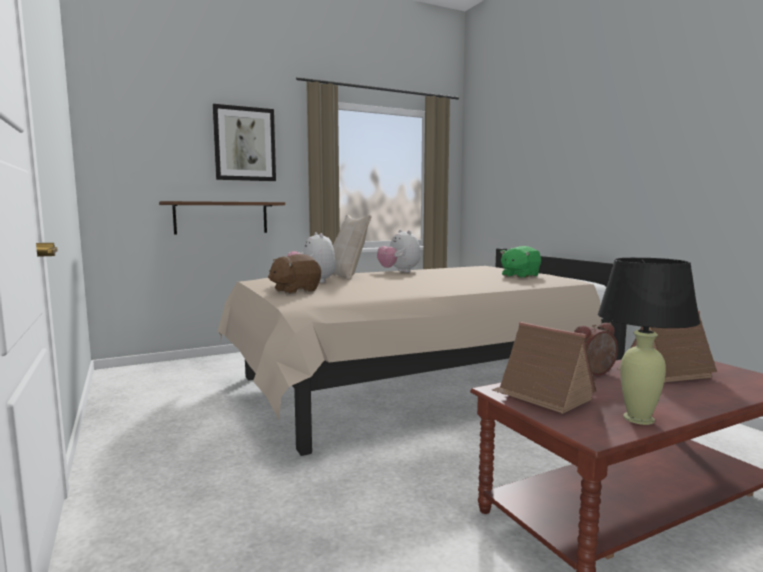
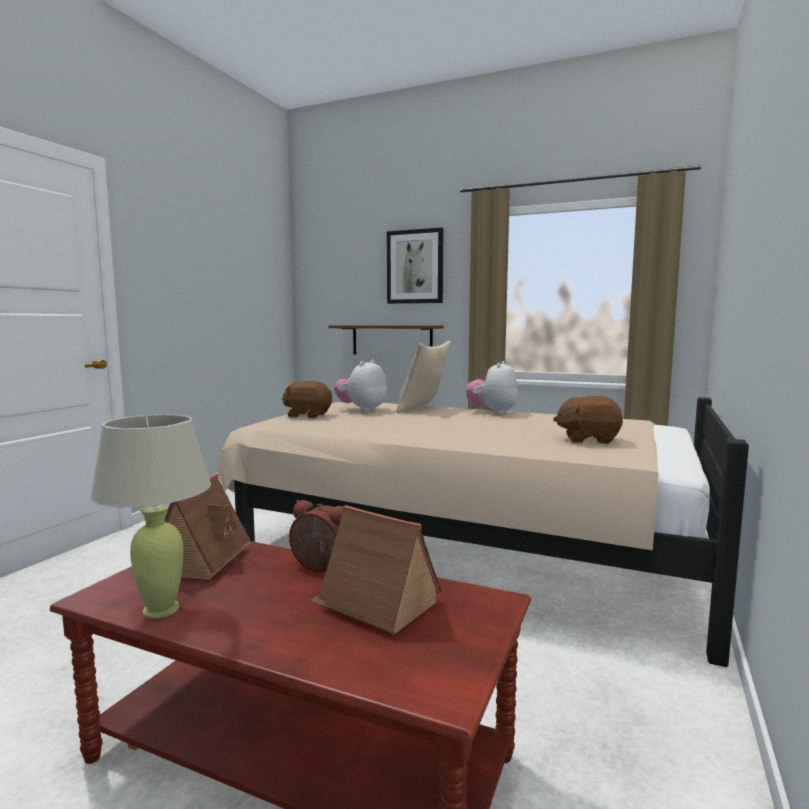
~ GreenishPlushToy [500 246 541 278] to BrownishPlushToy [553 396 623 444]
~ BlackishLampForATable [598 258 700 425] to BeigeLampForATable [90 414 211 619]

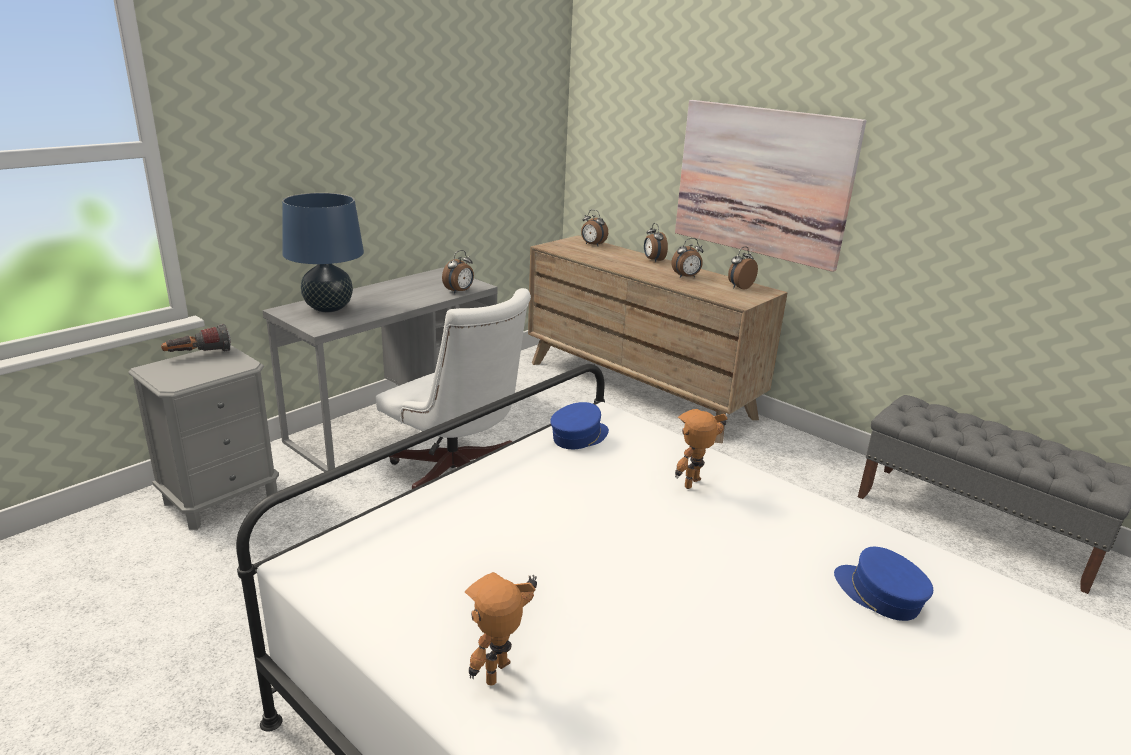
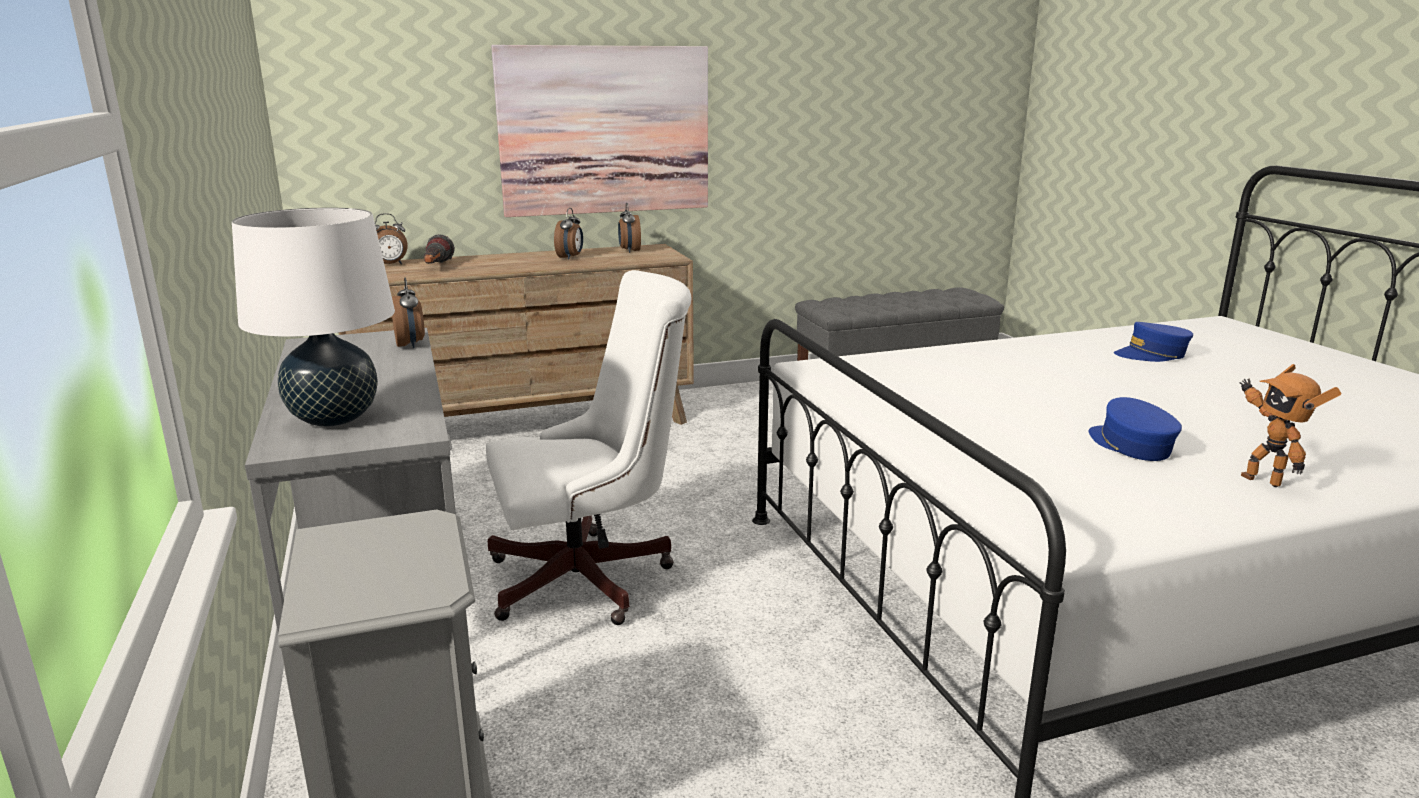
~ Torch [161 324 231 352] to [424 234 455 264]
~ BlueColouredLampForATable [282 193 364 312] to WhitishLampForATable [232 208 395 427]
~ BlueColouredPeakedCap [550 402 609 449] to [1089 397 1182 461]
- AlarmClock [644 223 668 263]
- ModelRobot [675 409 728 489]

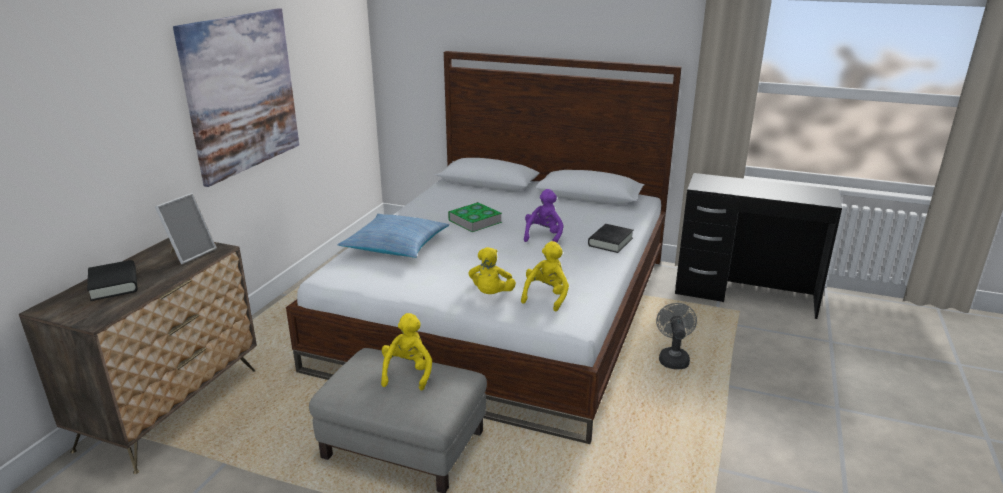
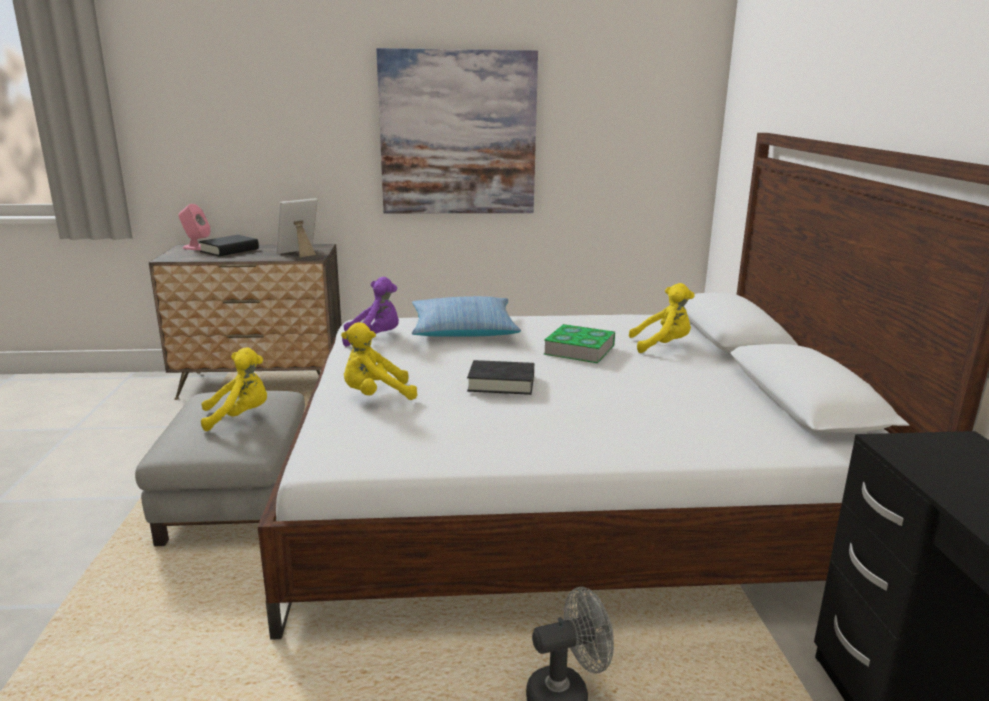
~ StandingFrame [155 193 217 264] = [276 198 317 257] 135 degrees clockwise
~ YellowColouredPlushToy [521 241 569 311] to [629 283 694 353]
~ PurplishPlushToy [524 189 563 243] to [342 277 399 347]
~ BlackishBoundBook [588 224 634 253] to [467 360 534 395]
+ PinkSpeaker [179 204 210 250]

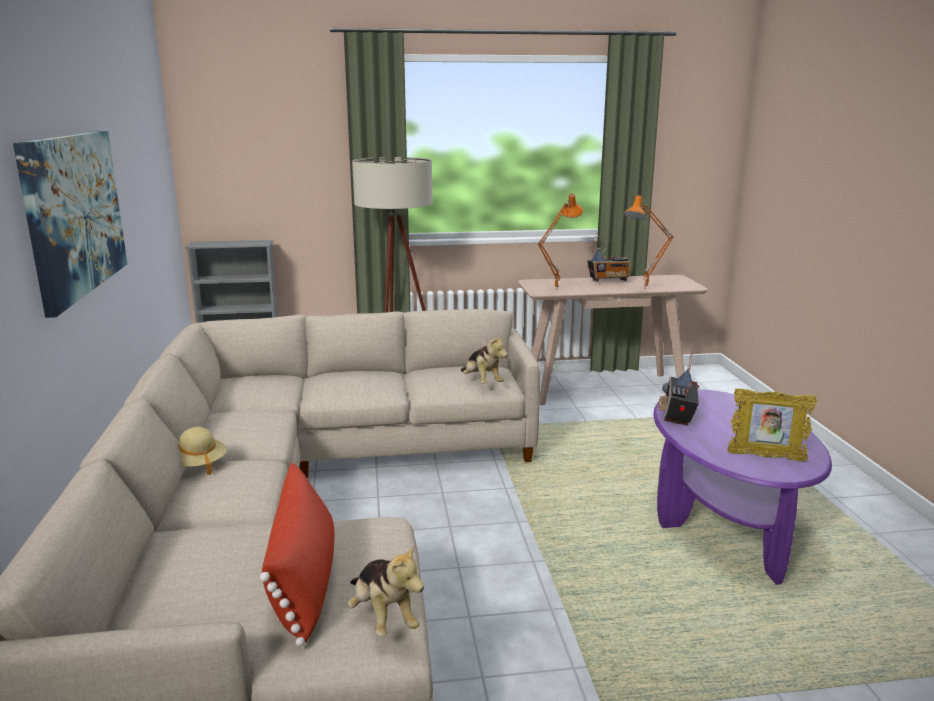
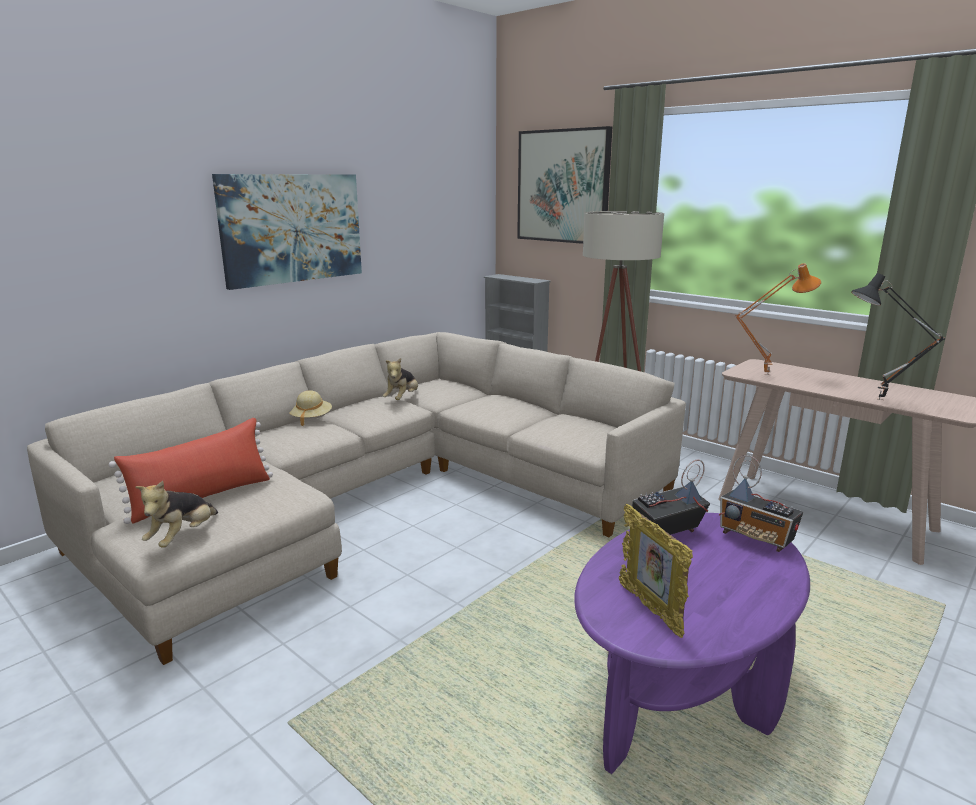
~ PlushToy [461 334 508 384] to [383 358 418 400]
~ Radio [587 236 631 282] to [719 455 803 552]
~ OrangeLampForATable [624 196 674 289] to BlackishLampForATable [851 273 945 400]
+ WallPicture [517 126 612 244]

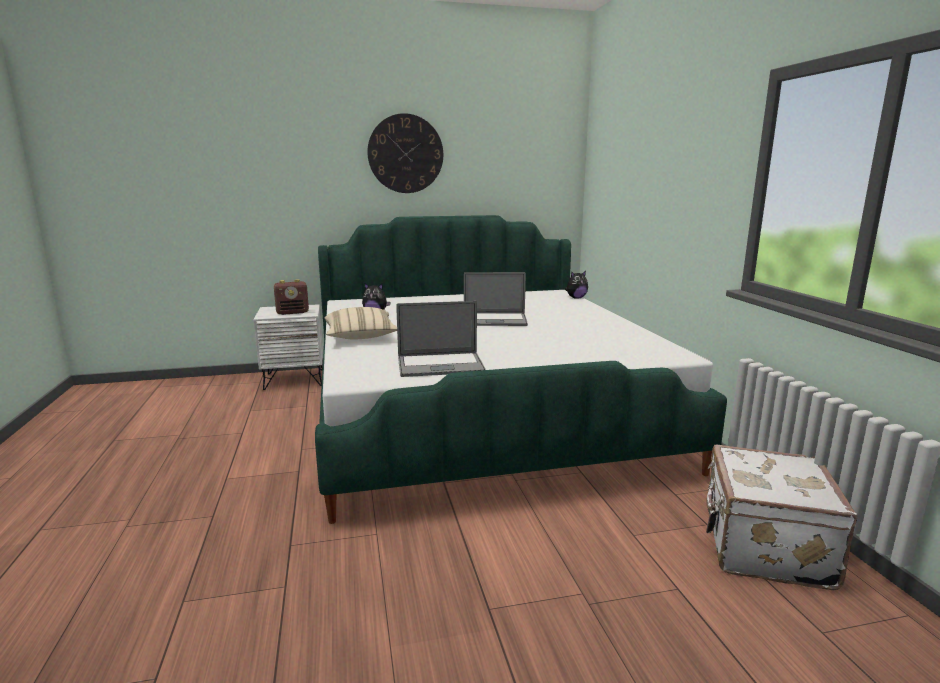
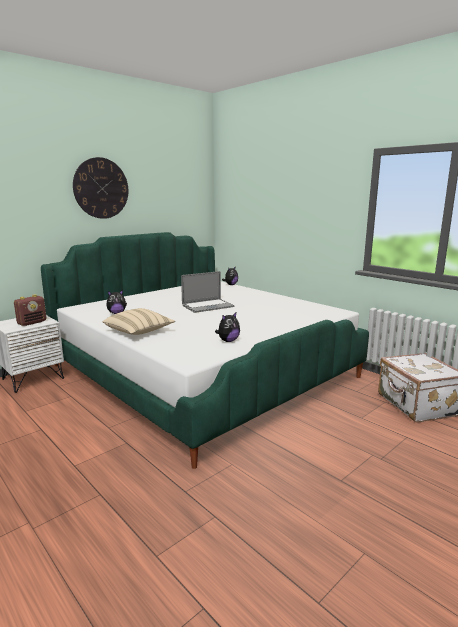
~ PortableComputer [396 301 486 377] to PlushToy [215 312 240 342]

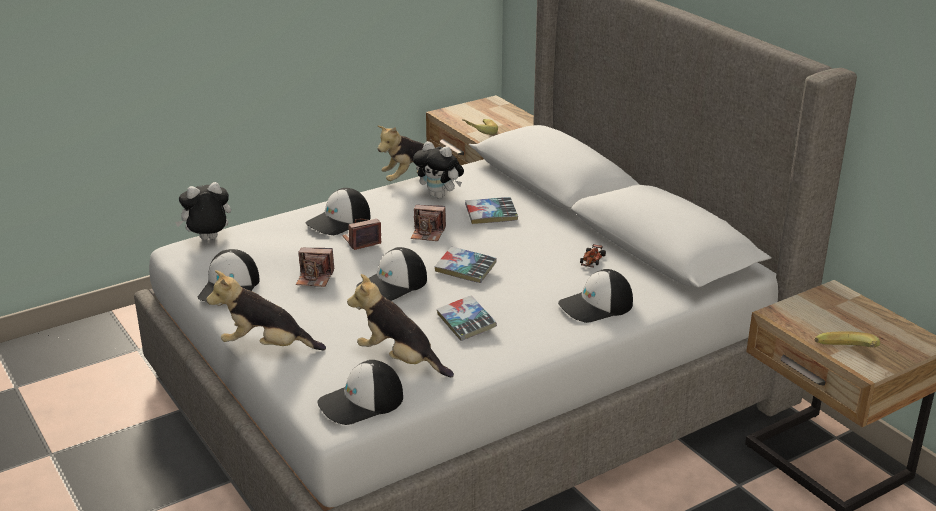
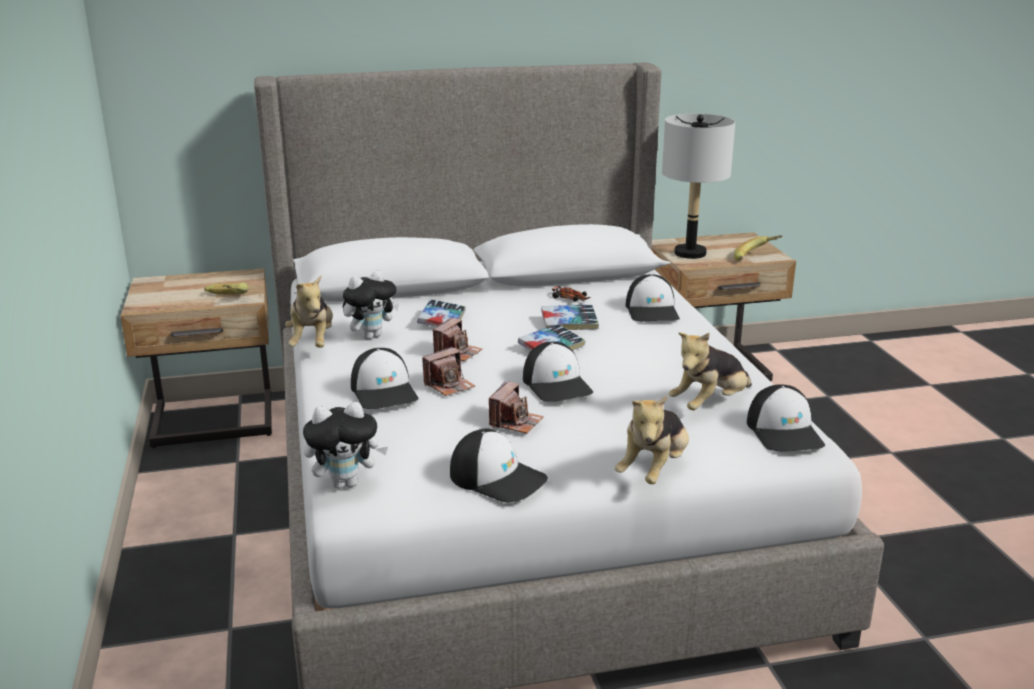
~ PlushToy [175 182 231 240] = [303 402 388 489] 105 degrees counterclockwise
~ StillCamera [342 219 381 250] = [422 347 475 396] 120 degrees counterclockwise
~ BoundBook [437 296 497 341] to [541 305 599 330]
+ GreyishLampForATable [662 114 735 259]

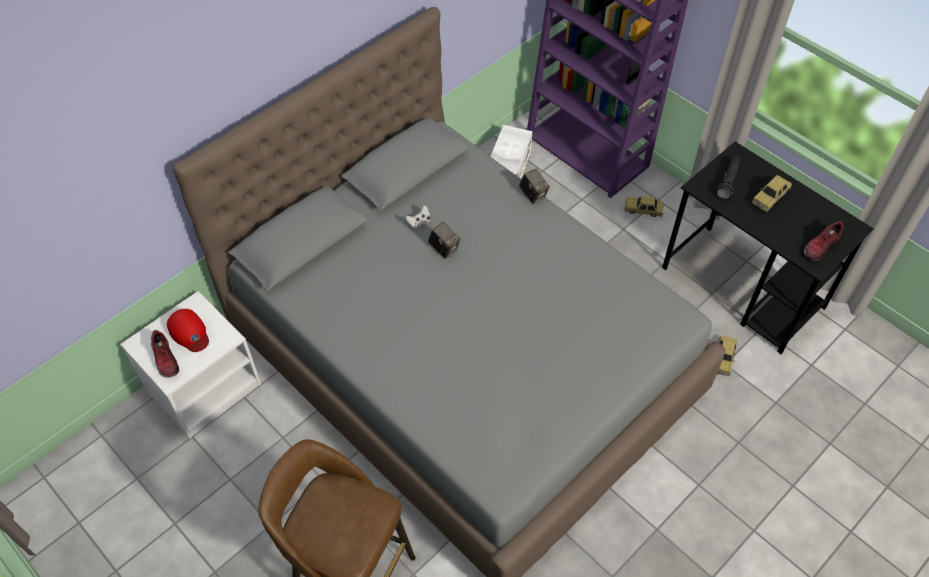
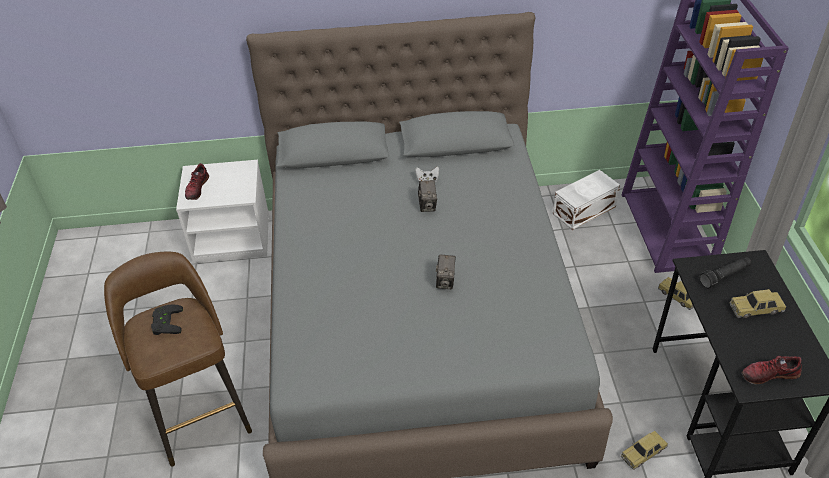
- RedPeakedCap [167 309 209 352]
~ StillCamera [519 169 550 204] to [436 255 456 289]
+ BlackishGameController [151 304 183 335]

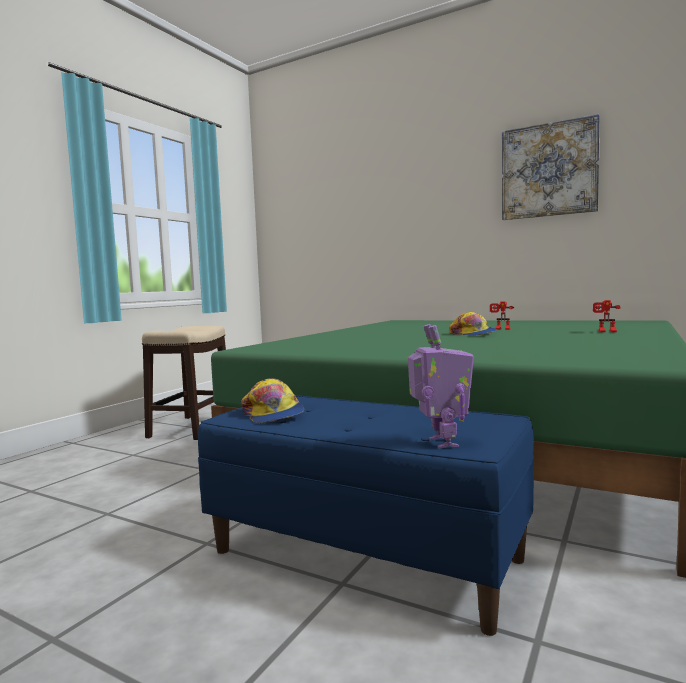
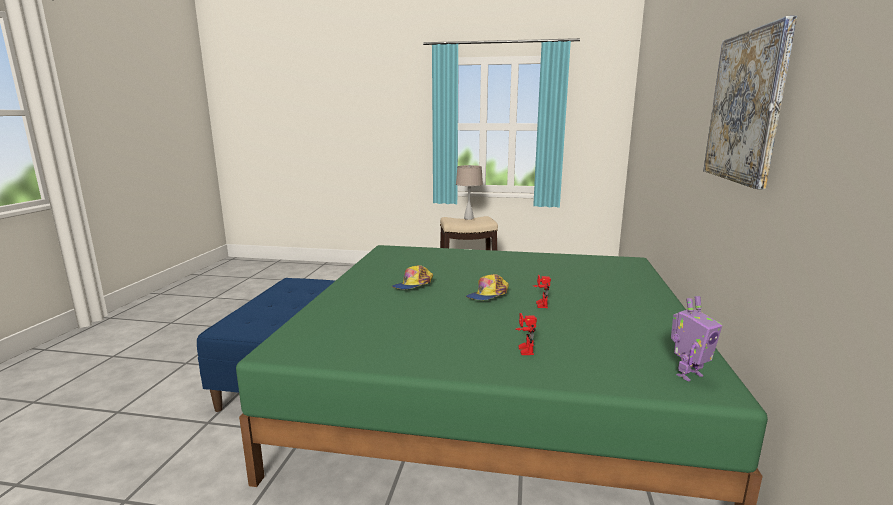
~ PeakedCap [241 379 304 423] to [392 265 433 289]
~ ModelRobot [408 324 474 449] to [671 296 722 382]
+ BeigeLampForATable [456 165 483 220]

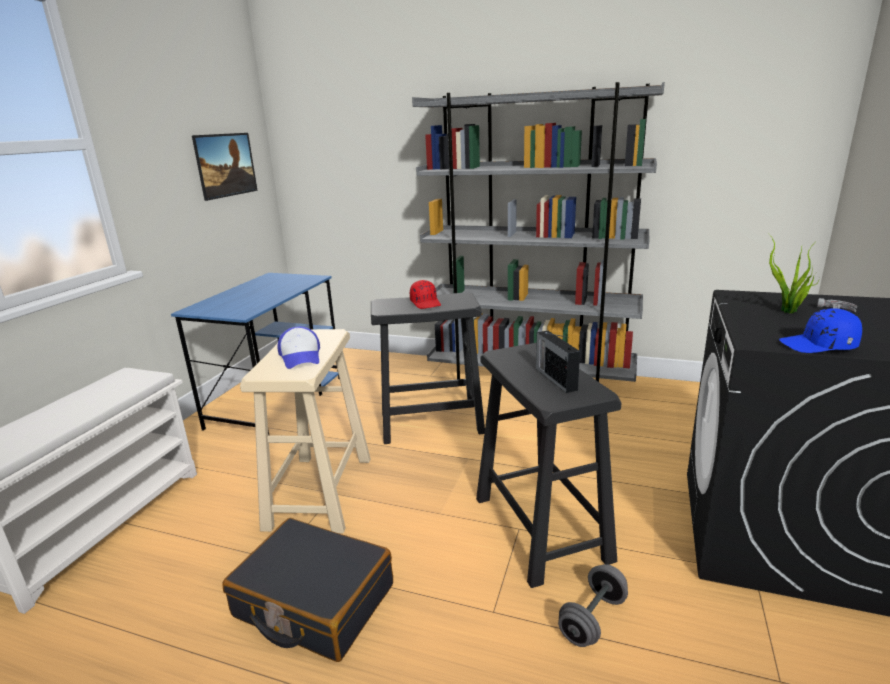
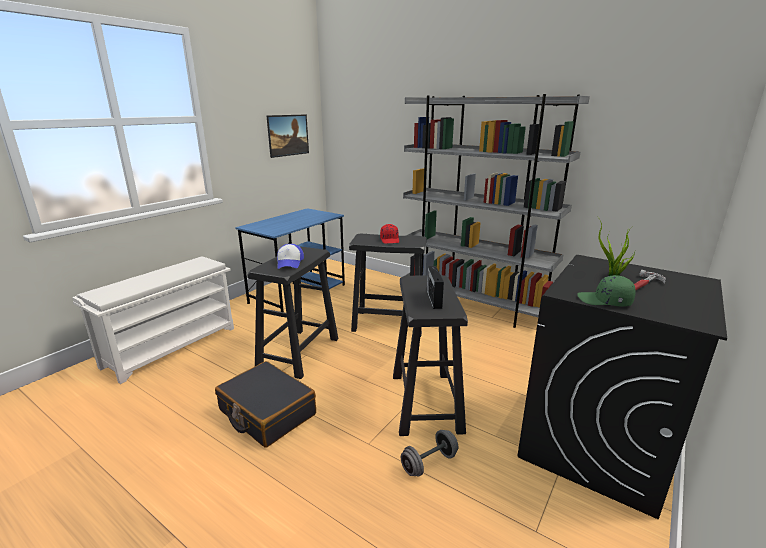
~ BeigeSittingStool [240 329 371 533] to BlackishSittingStool [247 246 338 379]
~ BlueColouredPeakedCap [779 308 862 353] to GreenishPeakedCap [577 275 636 307]

